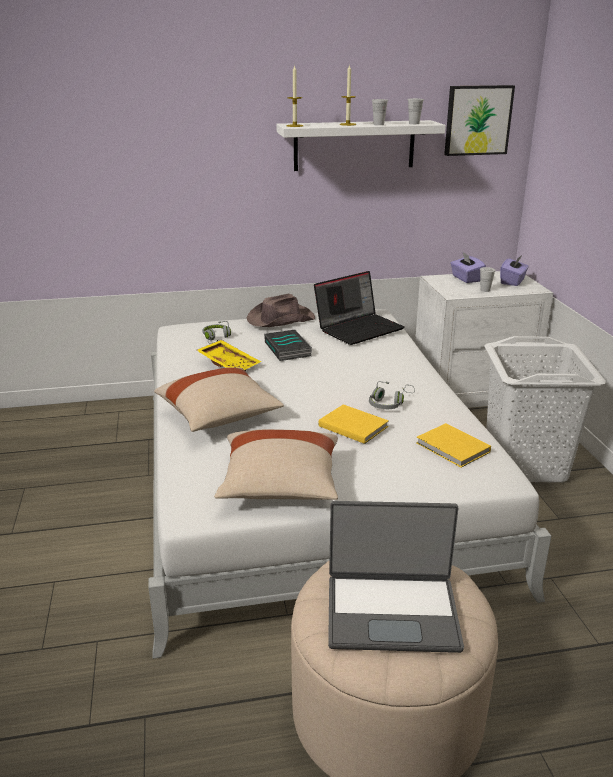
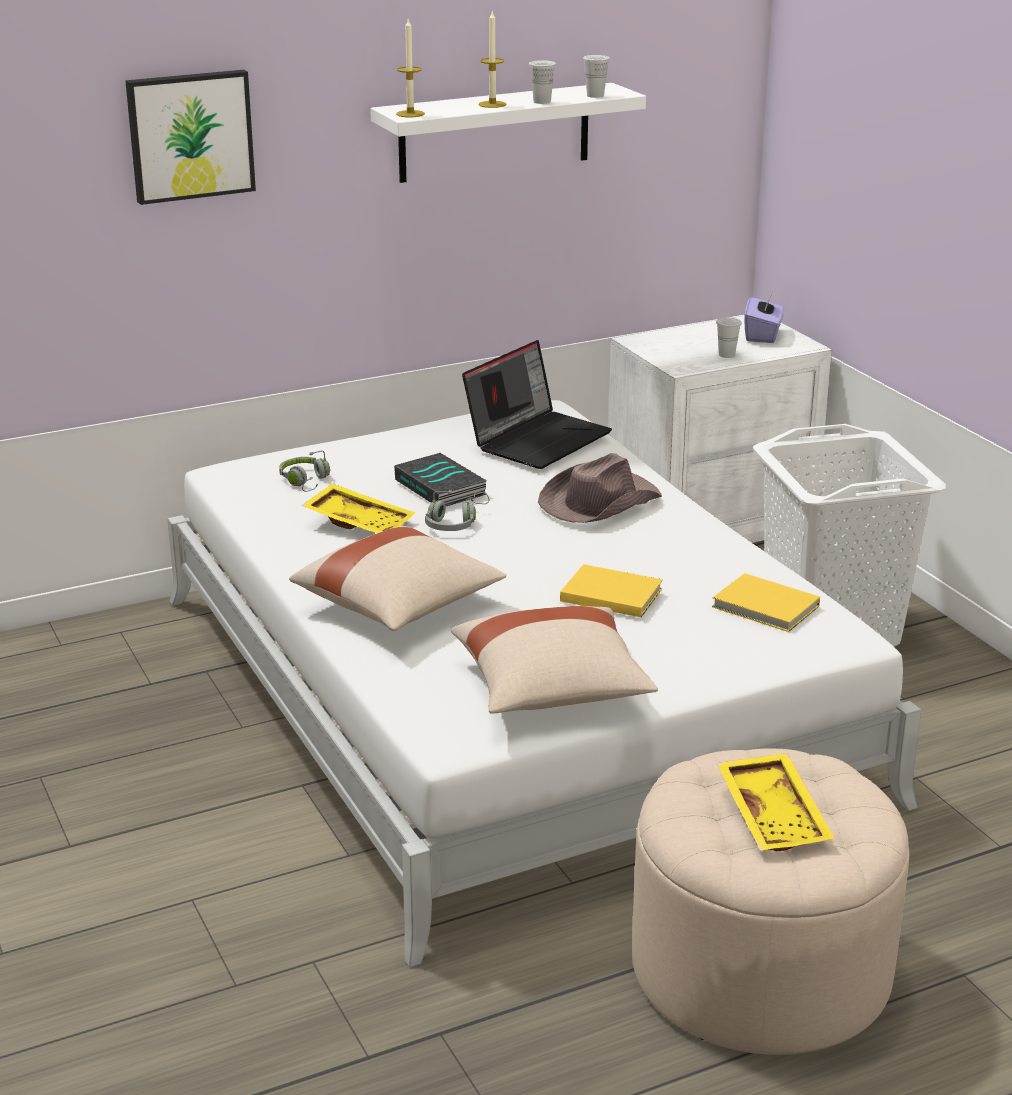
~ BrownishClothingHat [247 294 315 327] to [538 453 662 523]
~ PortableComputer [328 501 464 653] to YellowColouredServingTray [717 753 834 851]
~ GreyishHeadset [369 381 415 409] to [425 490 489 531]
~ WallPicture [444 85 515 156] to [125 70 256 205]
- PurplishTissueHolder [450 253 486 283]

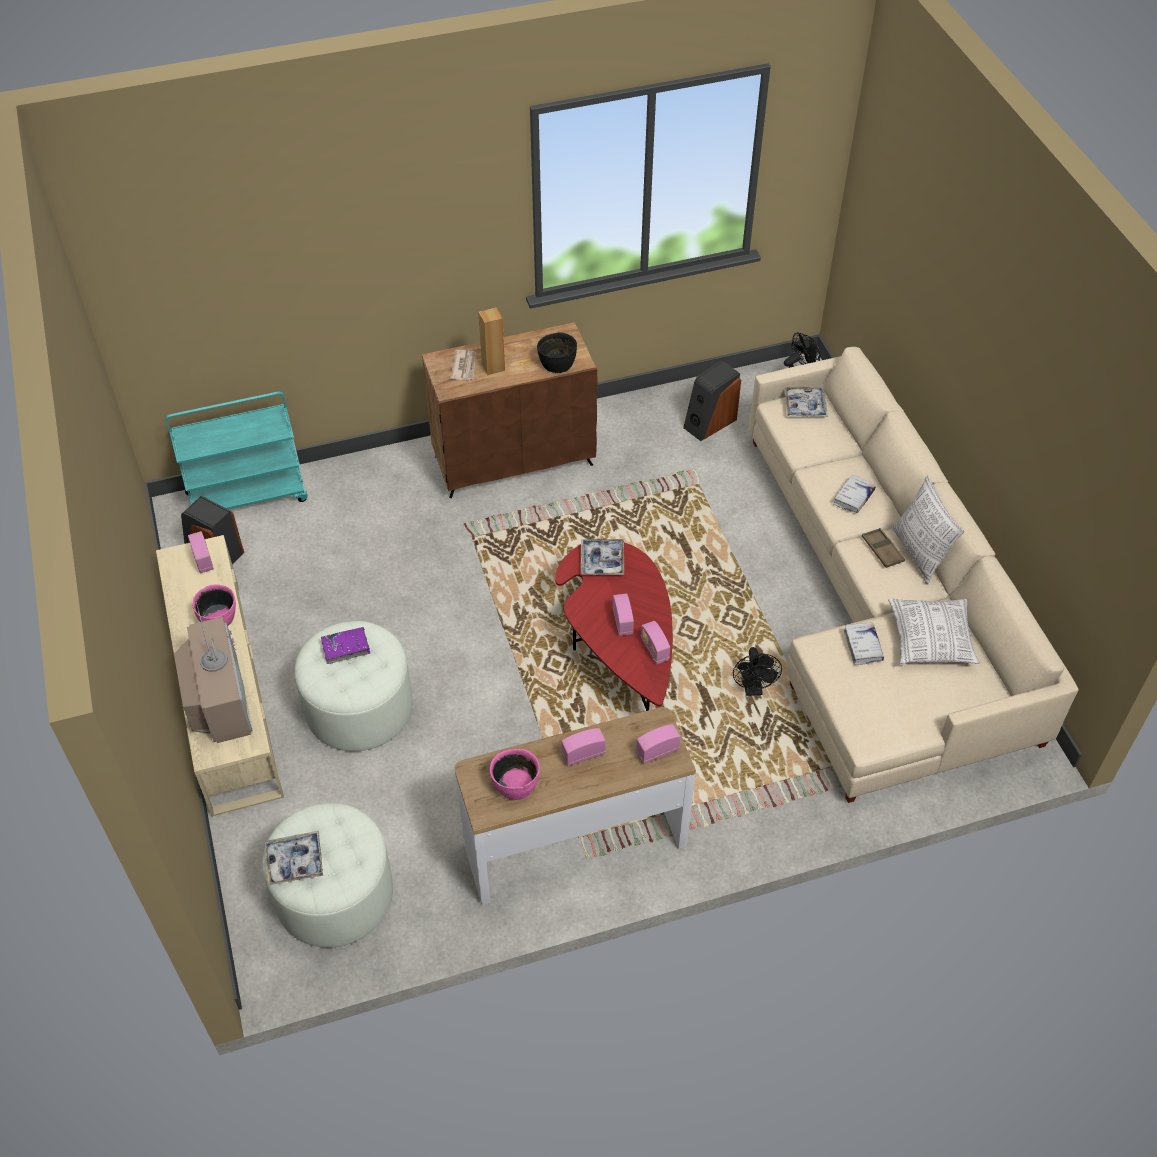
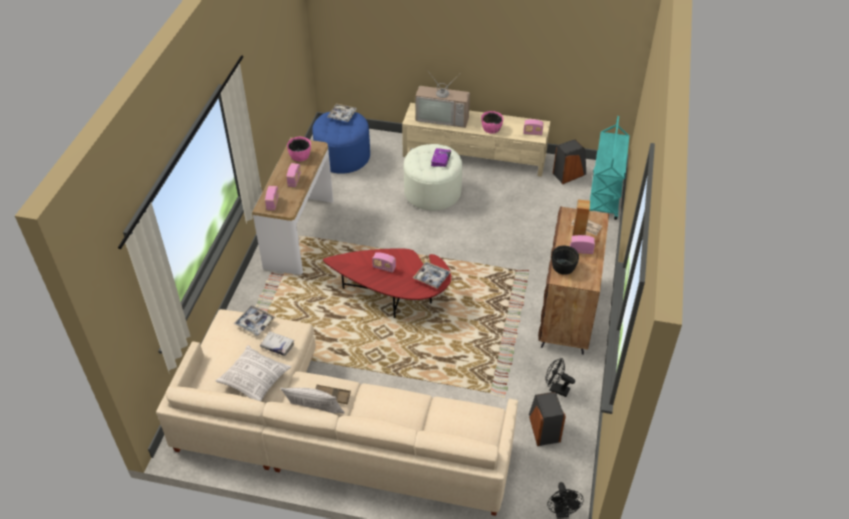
~ WhitishOttoman [262 803 393 948] to BlueColouredOttoman [312 111 370 174]
~ Radio [641 621 670 664] to [570 235 595 254]
~ BlackishFan [733 647 782 696] to [545 358 575 397]
~ ServingTray [785 386 828 417] to [234 306 276 336]
- WhitishBoundBook [833 474 876 513]

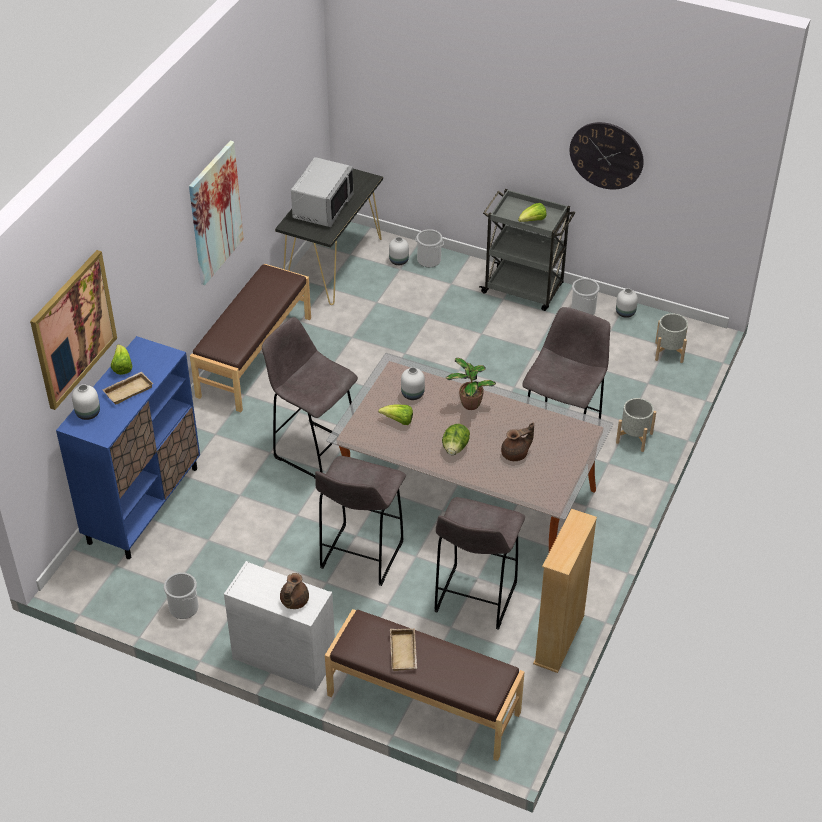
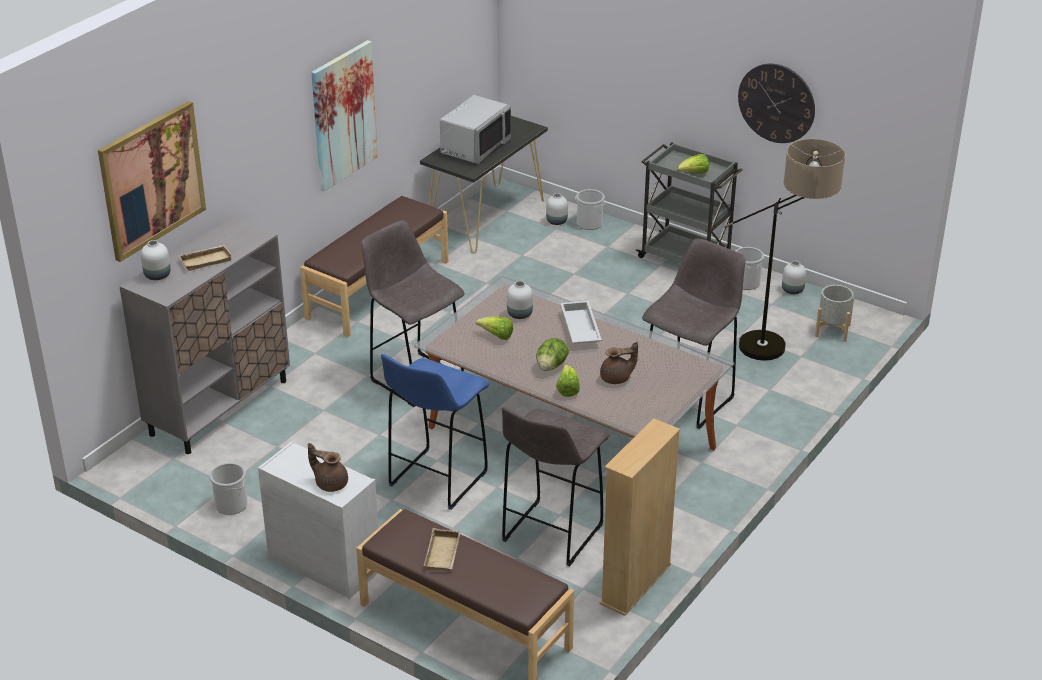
~ BlueColouredCabinet [56 336 200 559] to GreyishCabinet [119 217 290 454]
~ HeadOfLettuce [111 344 132 375] to [556 365 580 397]
~ BrownishTeaPot [280 573 309 609] = [308 443 348 492] 90 degrees clockwise
~ GreyishSittingStool [315 456 406 586] to BlueColouredSittingStool [381 354 490 510]
~ PlantInAPot [445 358 496 410] to WhitishServingTray [560 301 602 344]
- GreyishPlanter [616 398 656 452]
+ StandardLamp [724 139 846 361]

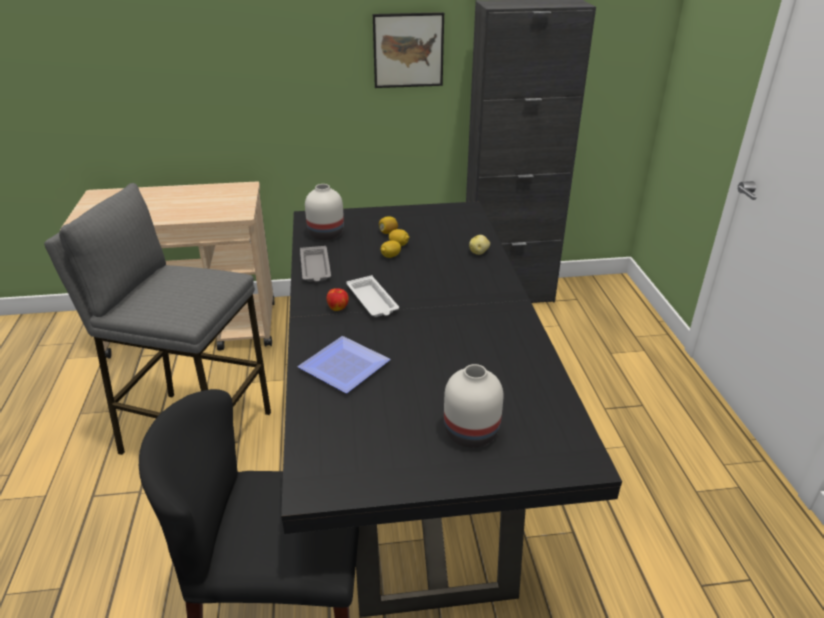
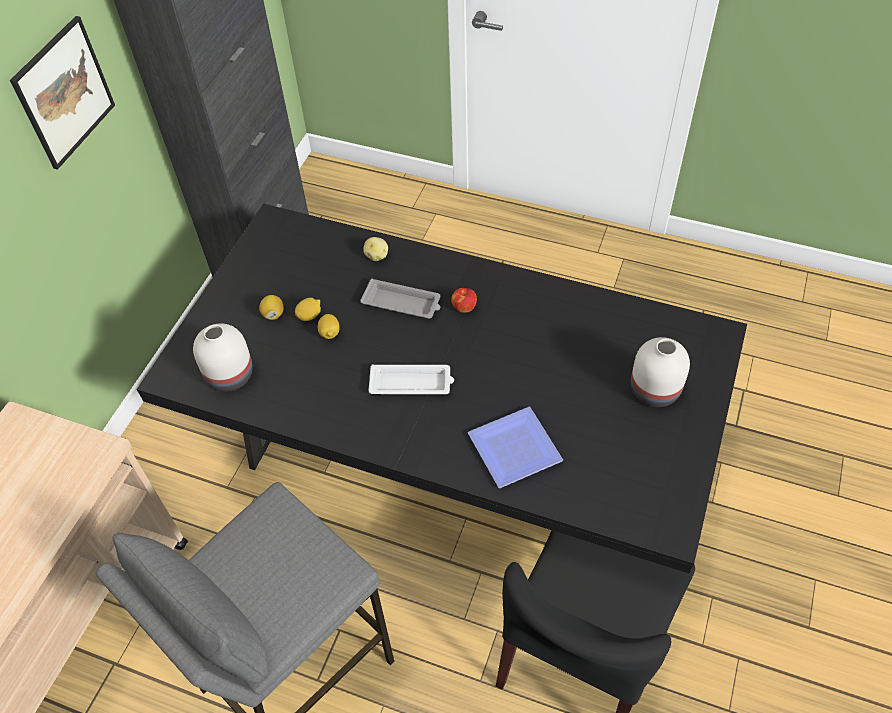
~ GreyishServingTray [300 246 331 282] to [360 279 440 319]
~ Apple [326 288 349 311] to [451 288 477 313]

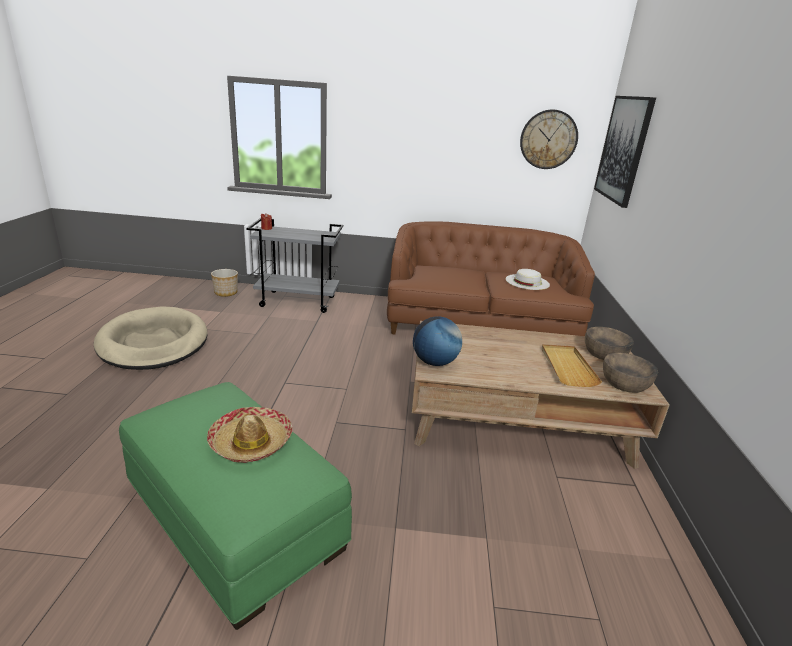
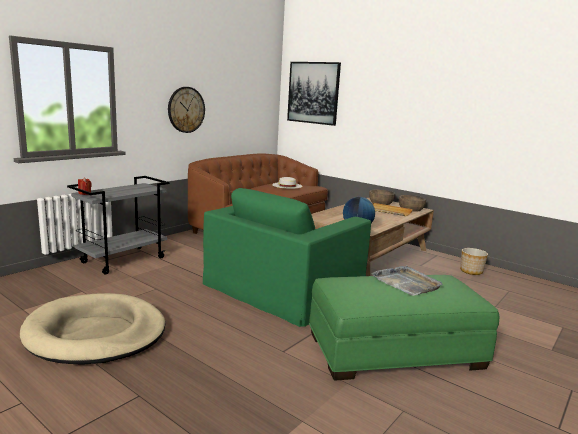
~ ClothingHat [207 407 292 463] to GreyishServingTray [371 265 443 296]
~ Planter [211 269 238 297] to [460 248 488 275]
~ WallClock [520 110 578 169] to [168 87 205 133]
+ GreenishArmchair [203 188 371 327]

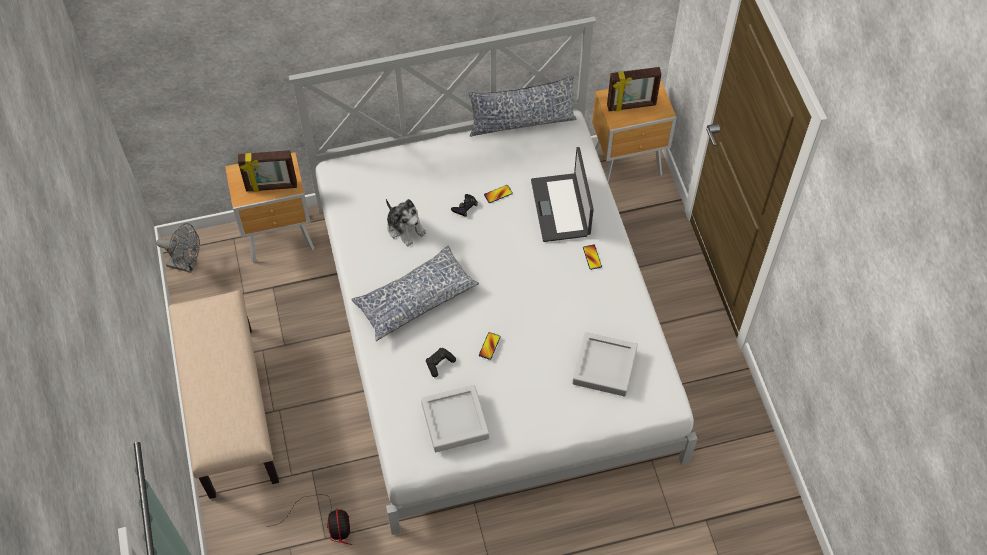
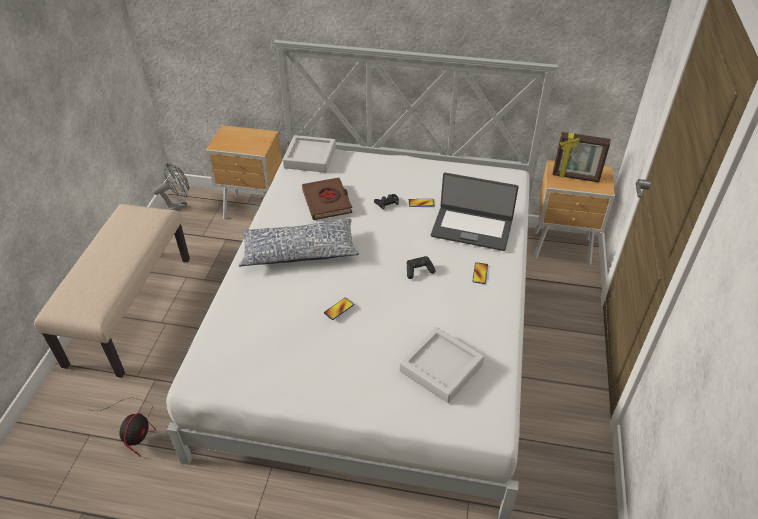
~ GreyishFan [156 223 200 273] = [153 163 190 210] 75 degrees counterclockwise
- StandingFrame [238 150 297 192]
~ PlushToy [386 199 426 247] to BrownishBoundBook [302 178 352 220]
~ GreyishServingTray [421 385 489 452] to [283 135 336 173]
~ BlackishGameController [426 348 456 377] to [407 256 436 279]
- Pillow [469 76 577 137]
~ PortableComputer [531 147 594 242] = [431 173 519 251] 90 degrees counterclockwise

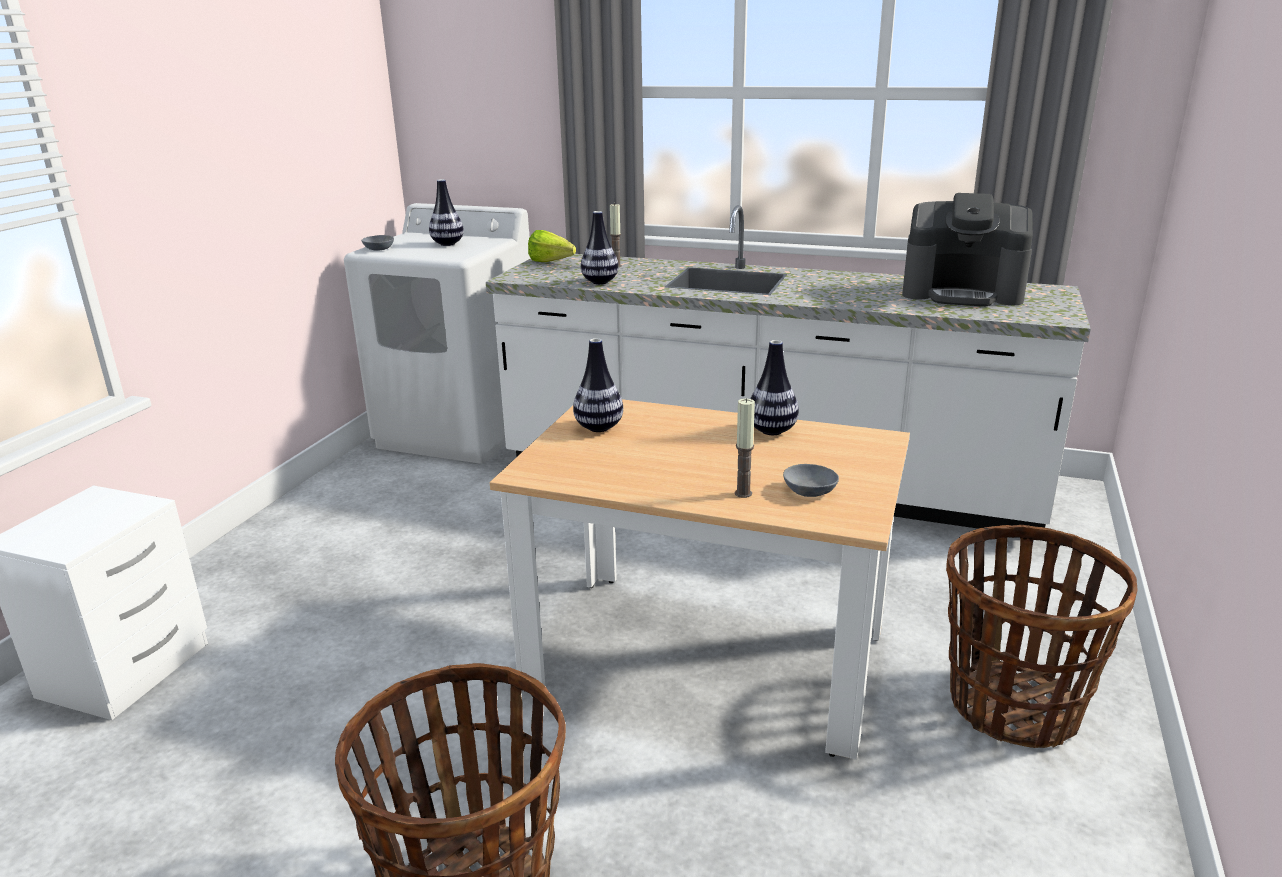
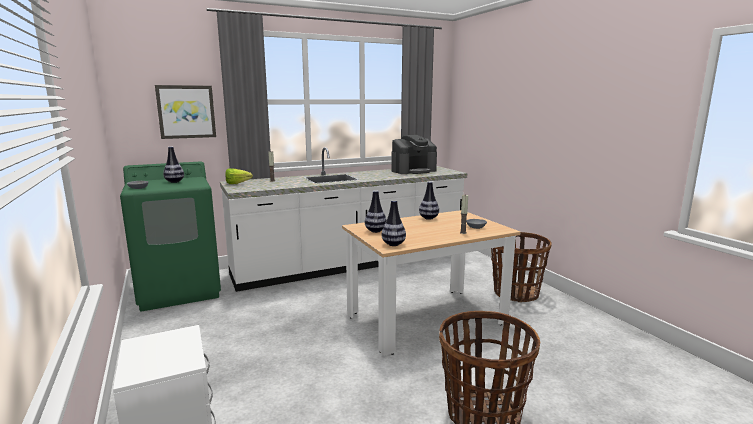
~ WhitishWashingMachine [344 203 530 464] to GreenishWashingMachine [120 162 221 311]
~ FlowerVase [581 211 619 284] to [382 200 406 246]
+ WallPicture [155 85 216 139]

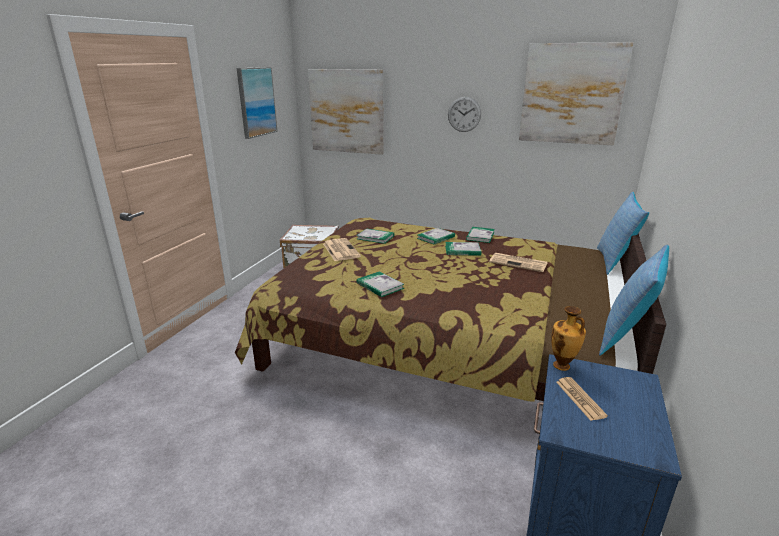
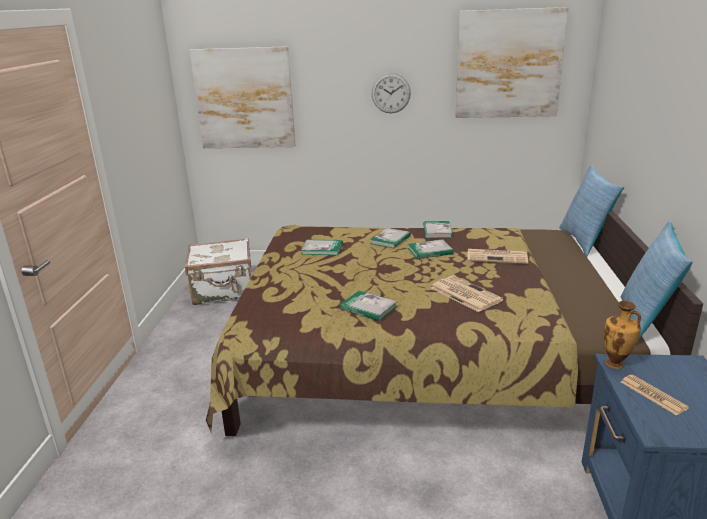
- WallPicture [237 67 278 139]
~ PrintedPaper [323 238 361 261] to [431 276 503 312]

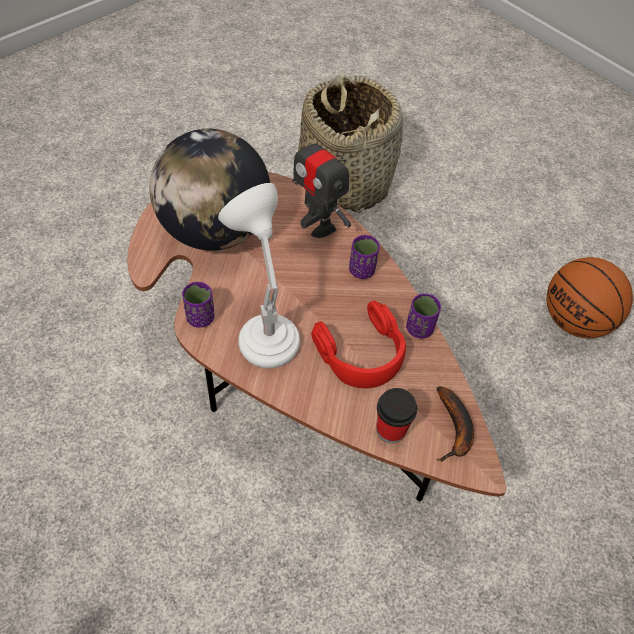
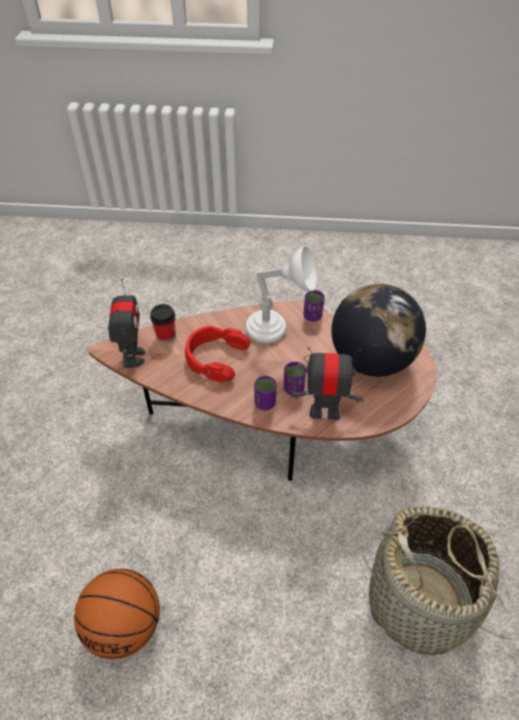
~ PurplishCup [406 294 441 338] to [284 362 306 395]
~ Banana [436 386 474 462] to ModelRobot [108 279 146 368]

